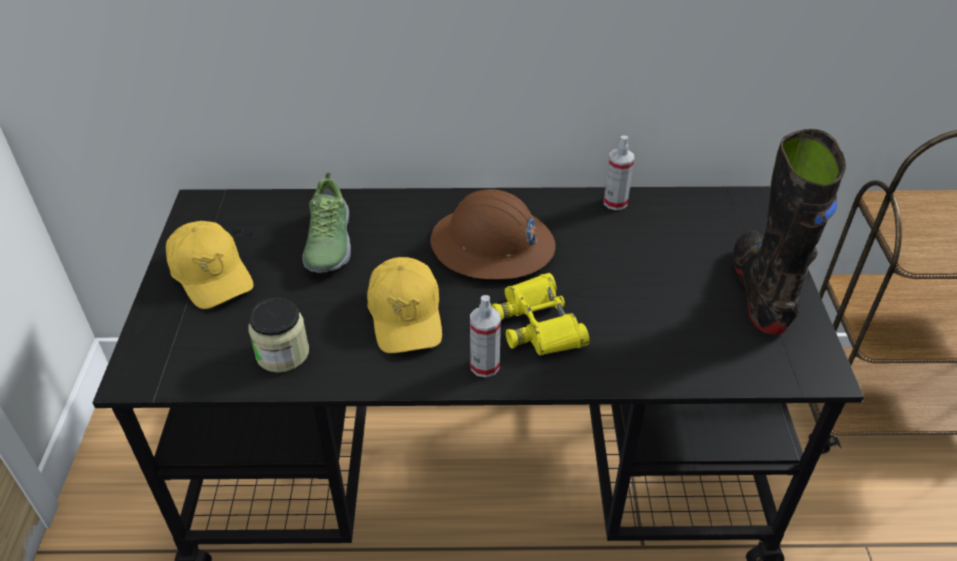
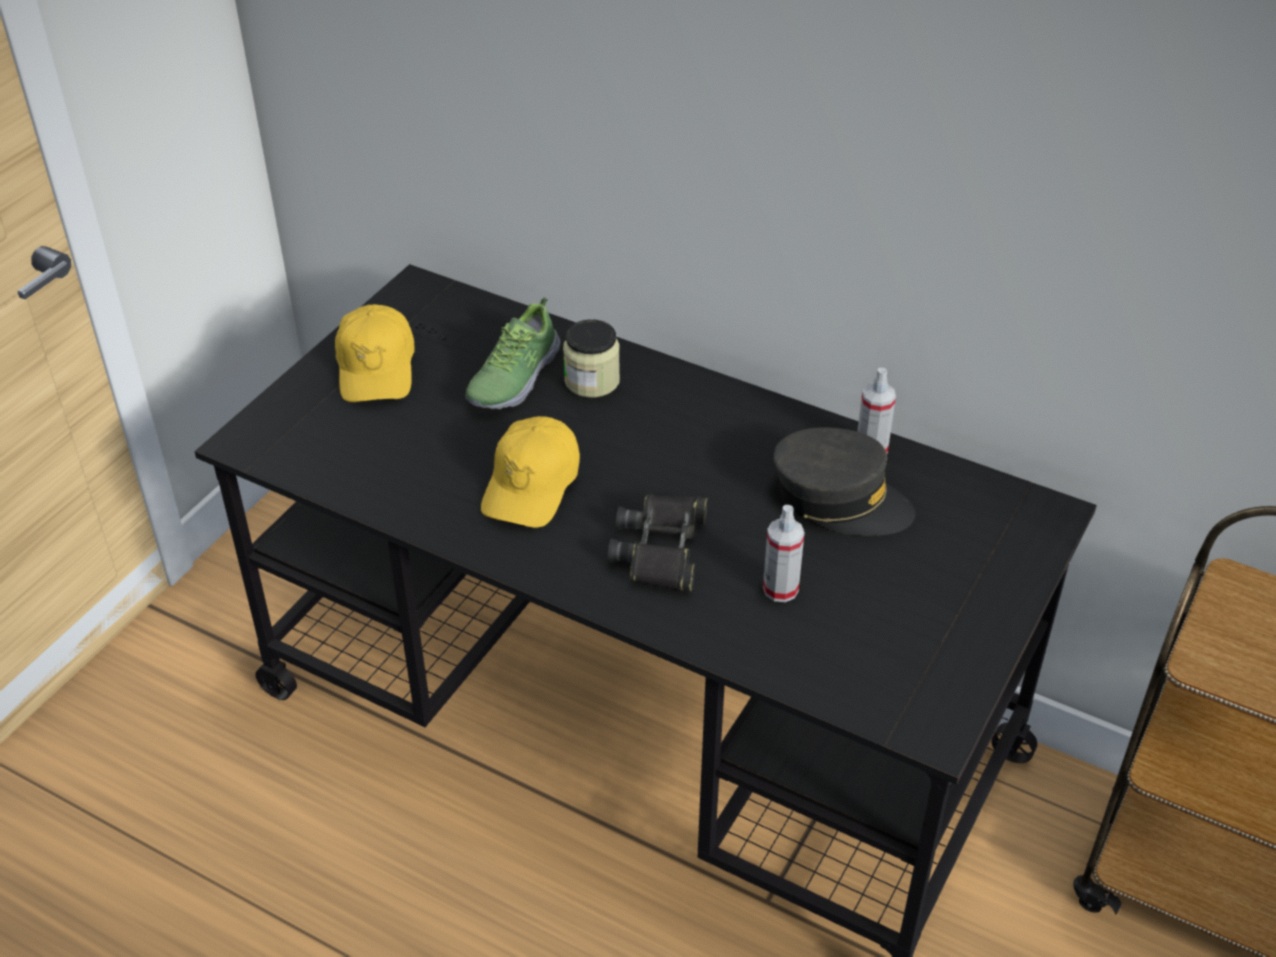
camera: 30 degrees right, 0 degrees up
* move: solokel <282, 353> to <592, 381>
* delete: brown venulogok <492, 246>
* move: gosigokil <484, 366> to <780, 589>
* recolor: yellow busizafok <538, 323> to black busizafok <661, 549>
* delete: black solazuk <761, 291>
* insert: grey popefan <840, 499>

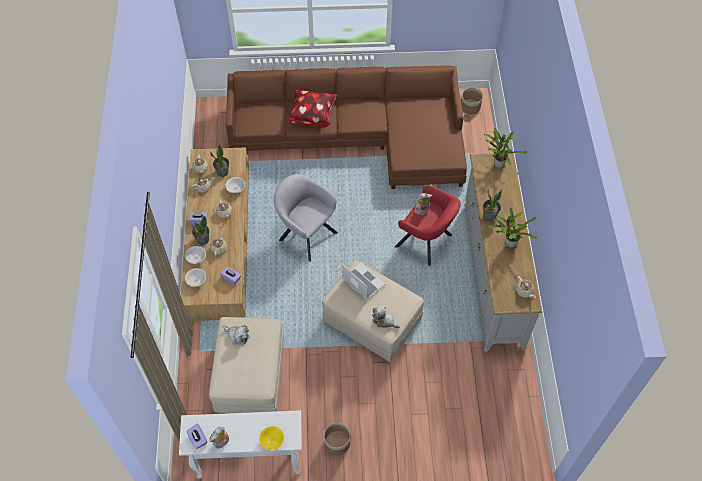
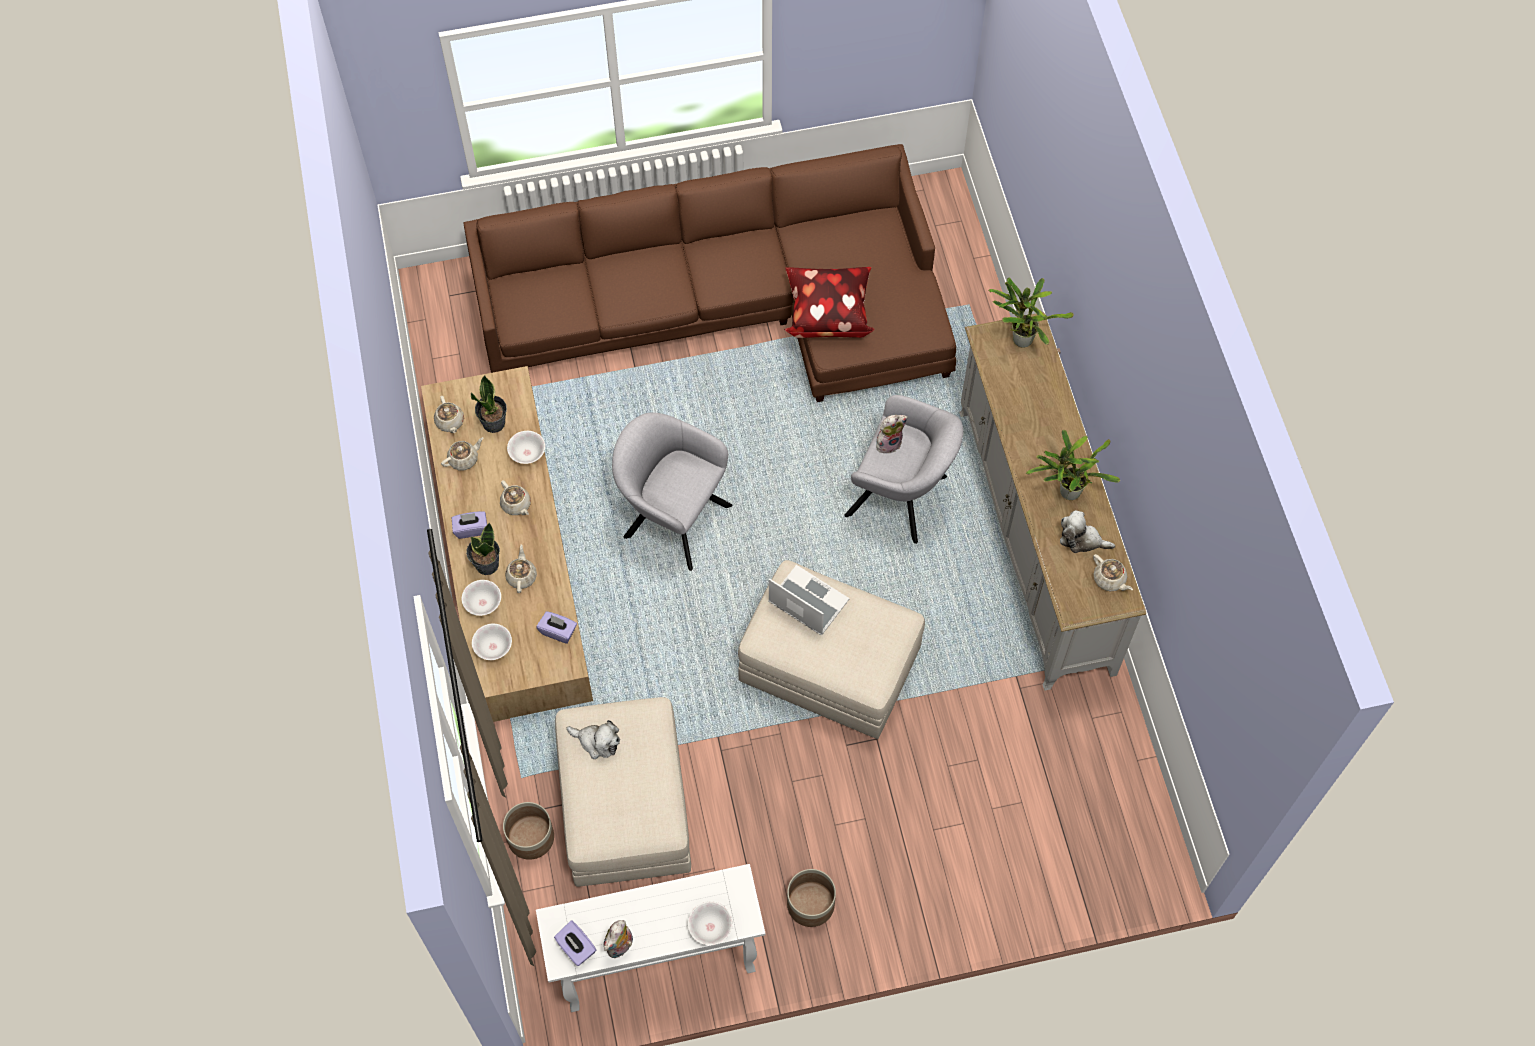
camera: 10 degrees left, 5 degrees up
* recolor: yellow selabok <272, 440> to white selabok <710, 927>
* move: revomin <312, 115> to <827, 314>
* move: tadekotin <384, 321> to <1081, 539>
* recolor: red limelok <426, 242> to grey limelok <902, 499>
* move: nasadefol <470, 107> to <530, 837>
* delete: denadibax <489, 216>

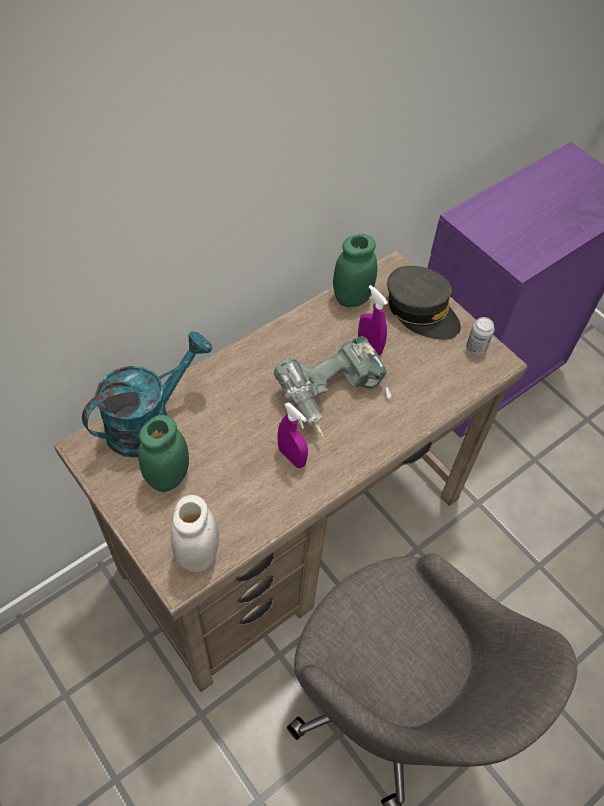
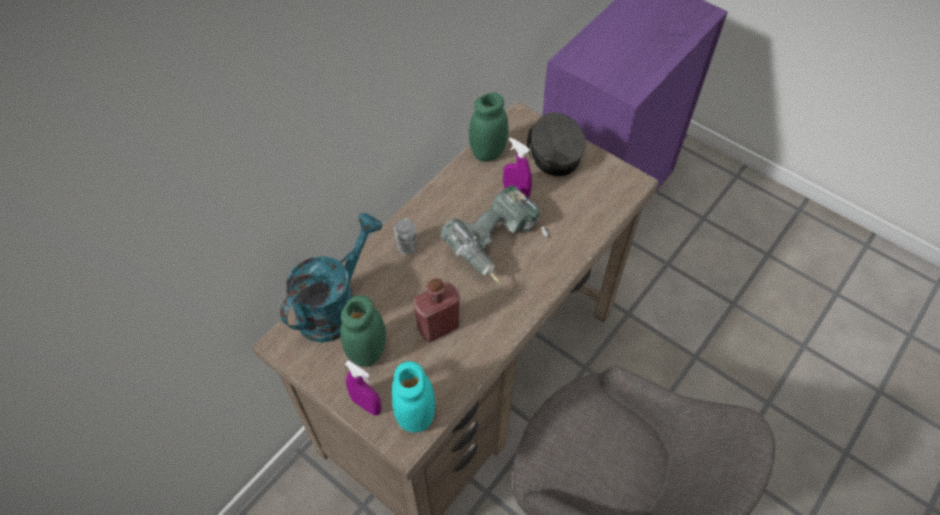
camera: 10 degrees left, 0 degrees up
* recolor: white solokel <198, 554> to turquoise solokel <415, 415>
* move: purple gosigokil <292, 457> to <366, 405>
* rotate: grey popefan <421, 311> = <553, 152> 135 degrees counterclockwise
* move: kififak <476, 348> to <407, 247>
* insert: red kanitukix <438, 326>

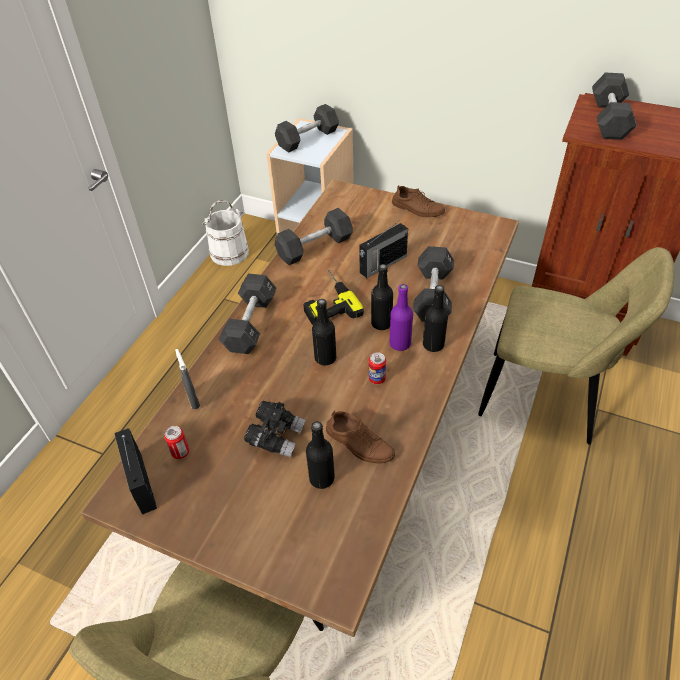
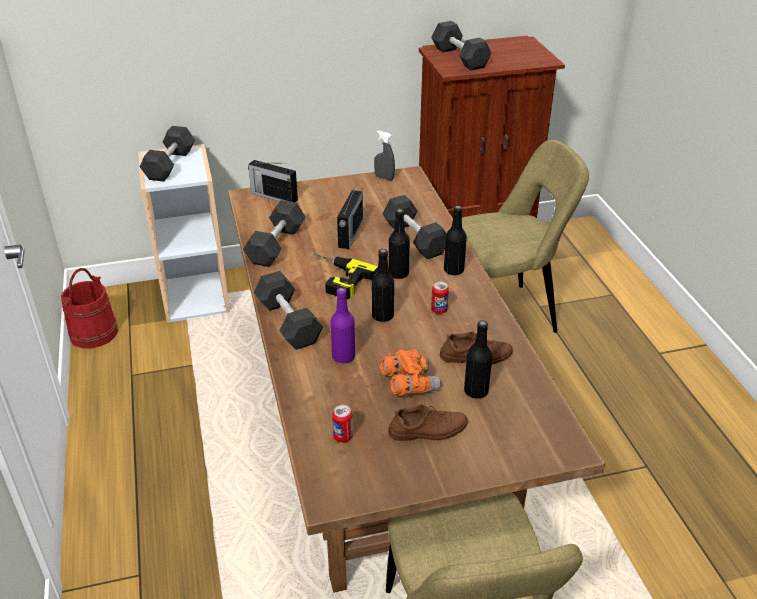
camera: 40 degrees left, 10 degrees down
* move: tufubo <141, 481> to <273, 196>
* move: grey gosigokil <193, 400> to <384, 178>
* recolor: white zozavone <229, 253> to red zozavone <94, 333>
* recolor: black busizafok <276, 436> to orange busizafok <408, 384>
* move: purple kanitukix <400, 344> to <343, 356>
* move: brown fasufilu <417, 209> to <428, 430>

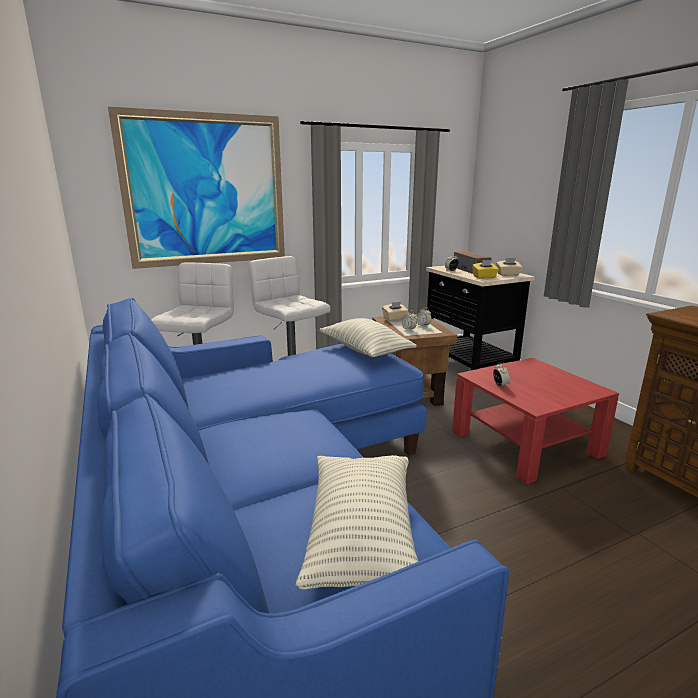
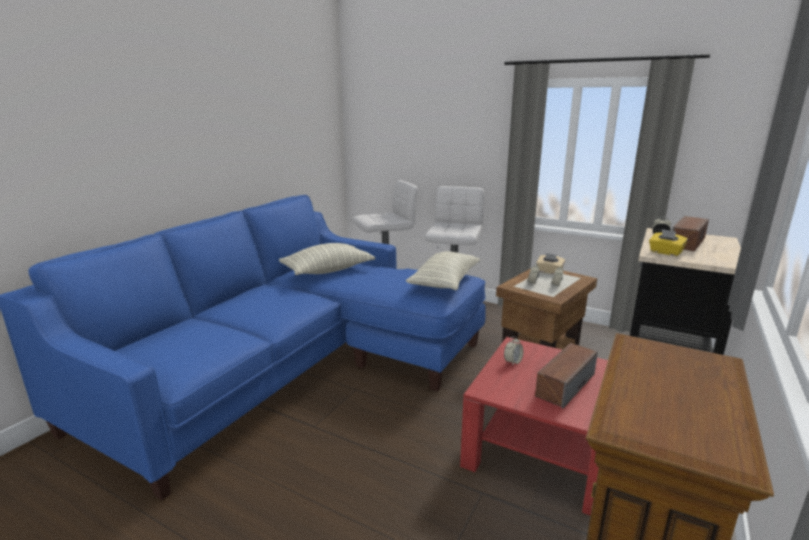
camera: 55 degrees right, 0 degrees up
* delete: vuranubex <206, 191>
* move: revomin <362, 535> to <328, 271>
* delete: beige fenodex <508, 274>
* insert: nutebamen <565, 385>

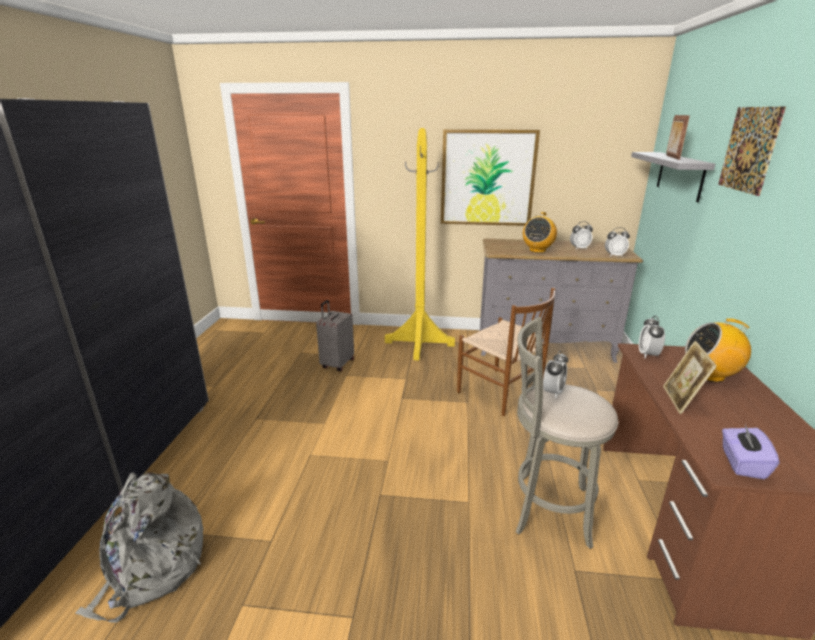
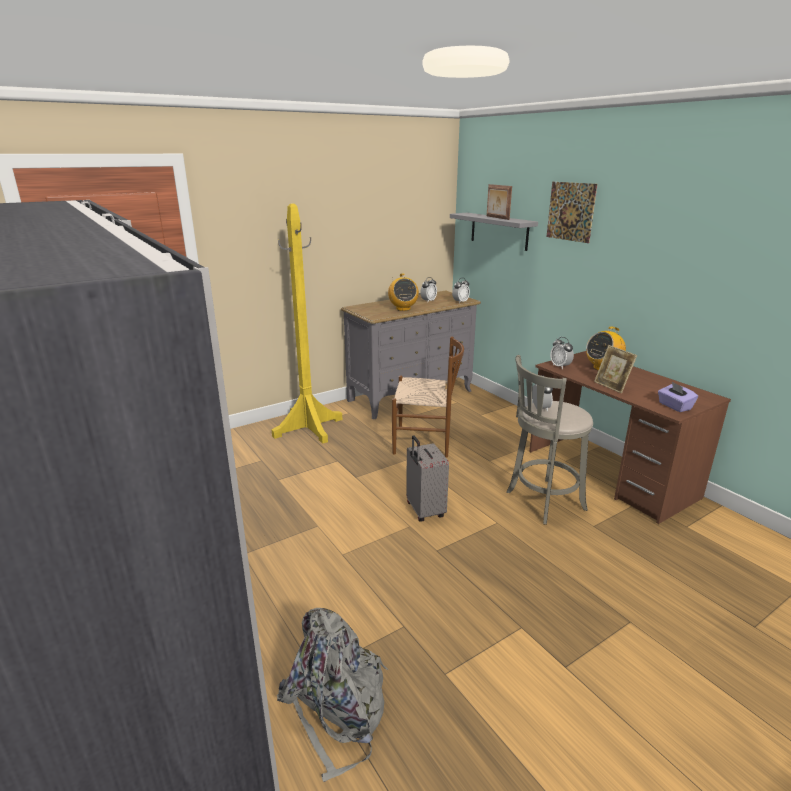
camera: 40 degrees left, 0 degrees up
* move: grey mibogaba <337, 364> to <424, 511>
* delete: vuranubex <487, 178>

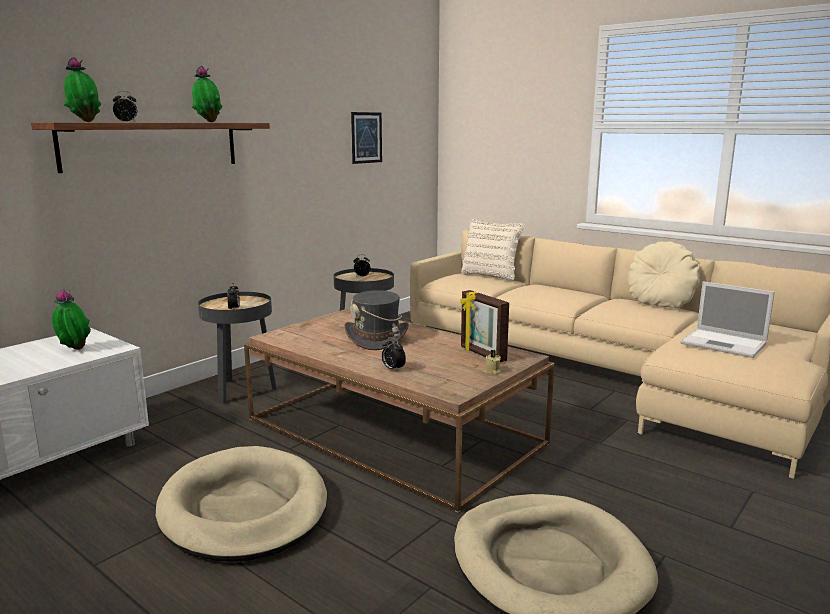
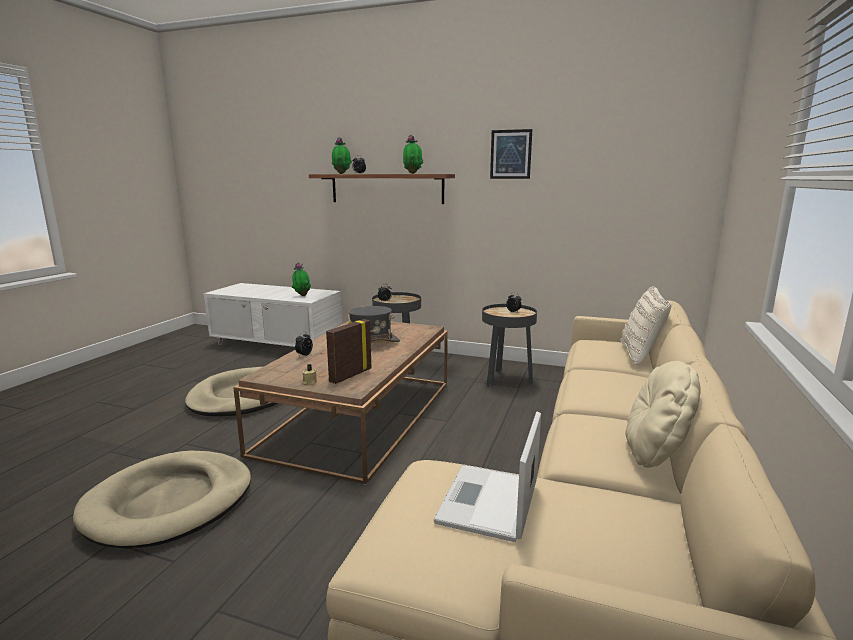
camera: 70 degrees right, 0 degrees up
* move: vuranubex <366, 137> to <510, 154>

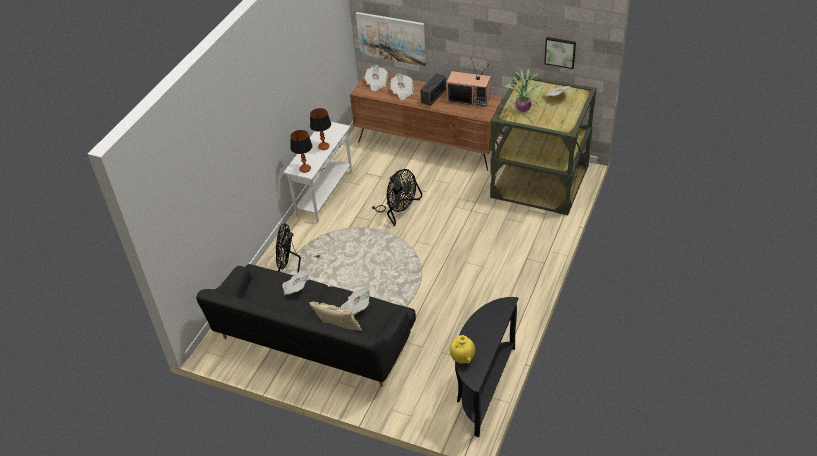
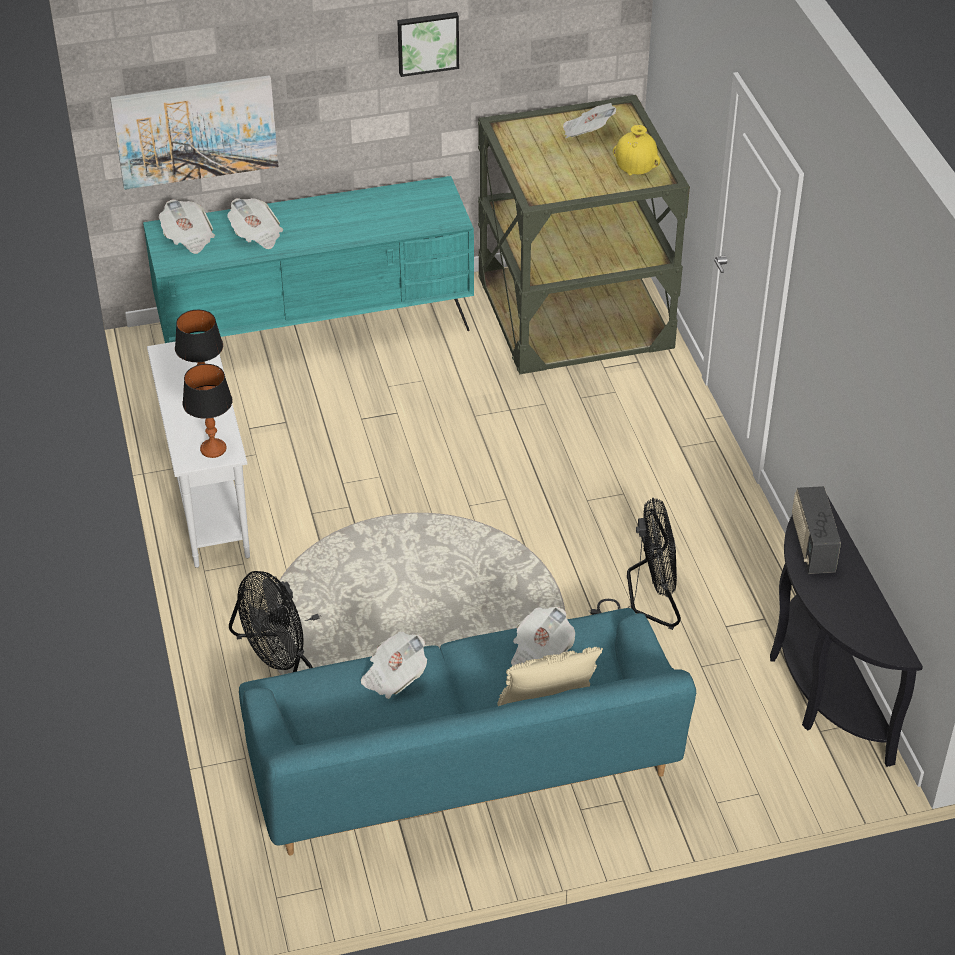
camera: 40 degrees left, 0 degrees up
* recolor: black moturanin <313, 340> to turquoise moturanin <462, 764>
* recolor: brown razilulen <429, 145> to turquoise razilulen <317, 329>
* move: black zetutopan <398, 210> to <645, 594>
* move: tufubo <433, 97> to <812, 546>
* delete: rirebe <469, 98>
* move: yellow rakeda <462, 359> to <635, 172>
* delete: denadibax <523, 109>
* move: vuranubex <560, 52> to <427, 42>

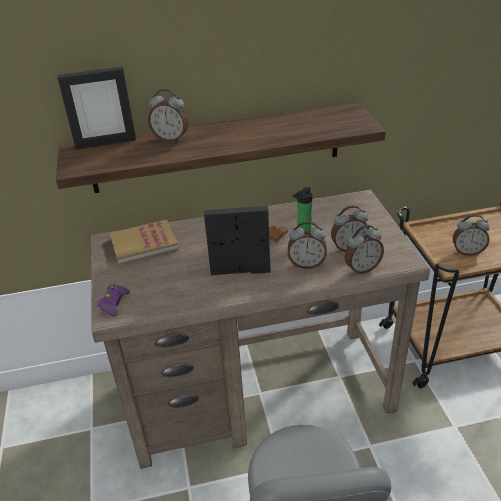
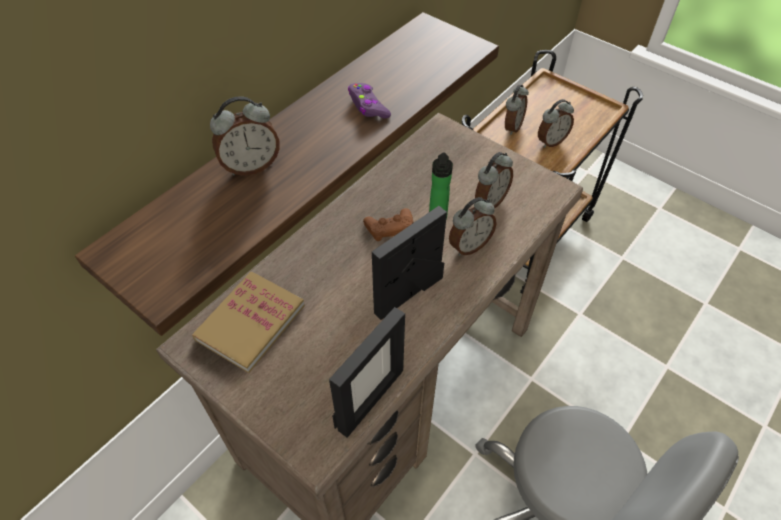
camera: 40 degrees left, 15 degrees up
* move: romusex <106, 142> to <369, 398>
* move: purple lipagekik <114, 303> to <368, 106>
* move: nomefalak <362, 268> to <511, 127>

